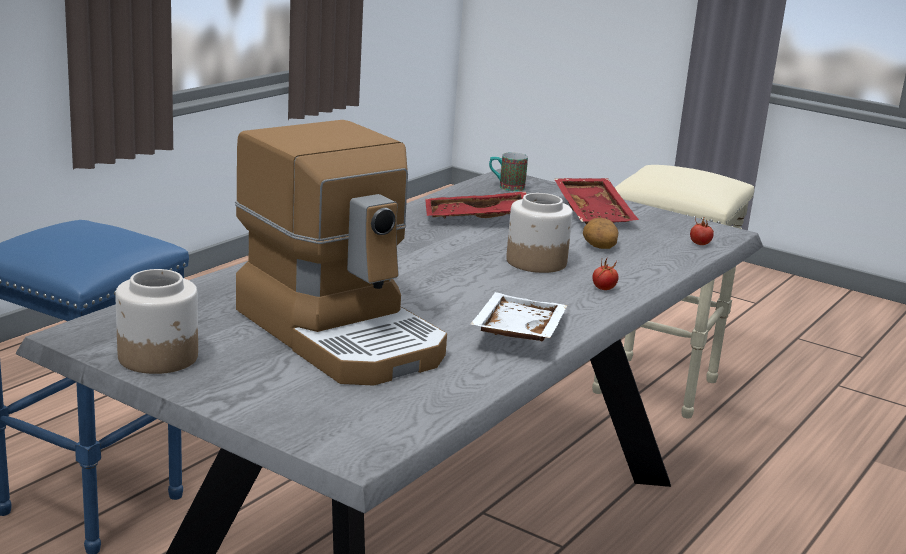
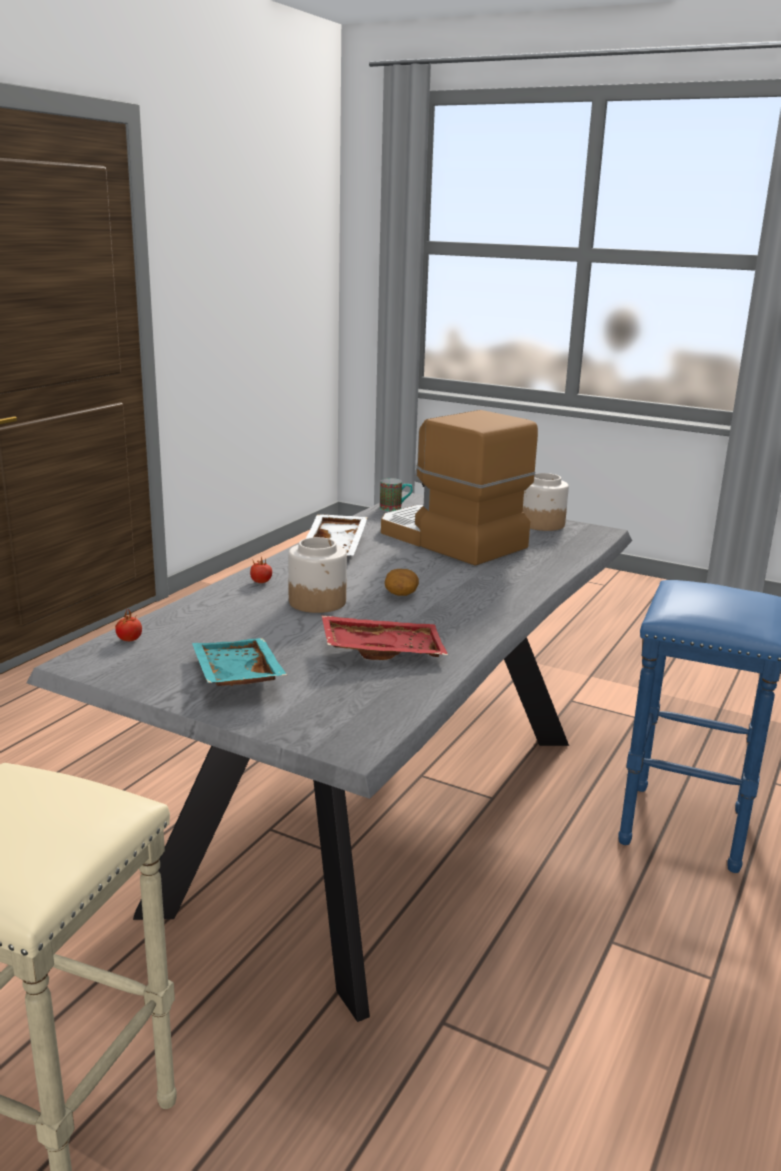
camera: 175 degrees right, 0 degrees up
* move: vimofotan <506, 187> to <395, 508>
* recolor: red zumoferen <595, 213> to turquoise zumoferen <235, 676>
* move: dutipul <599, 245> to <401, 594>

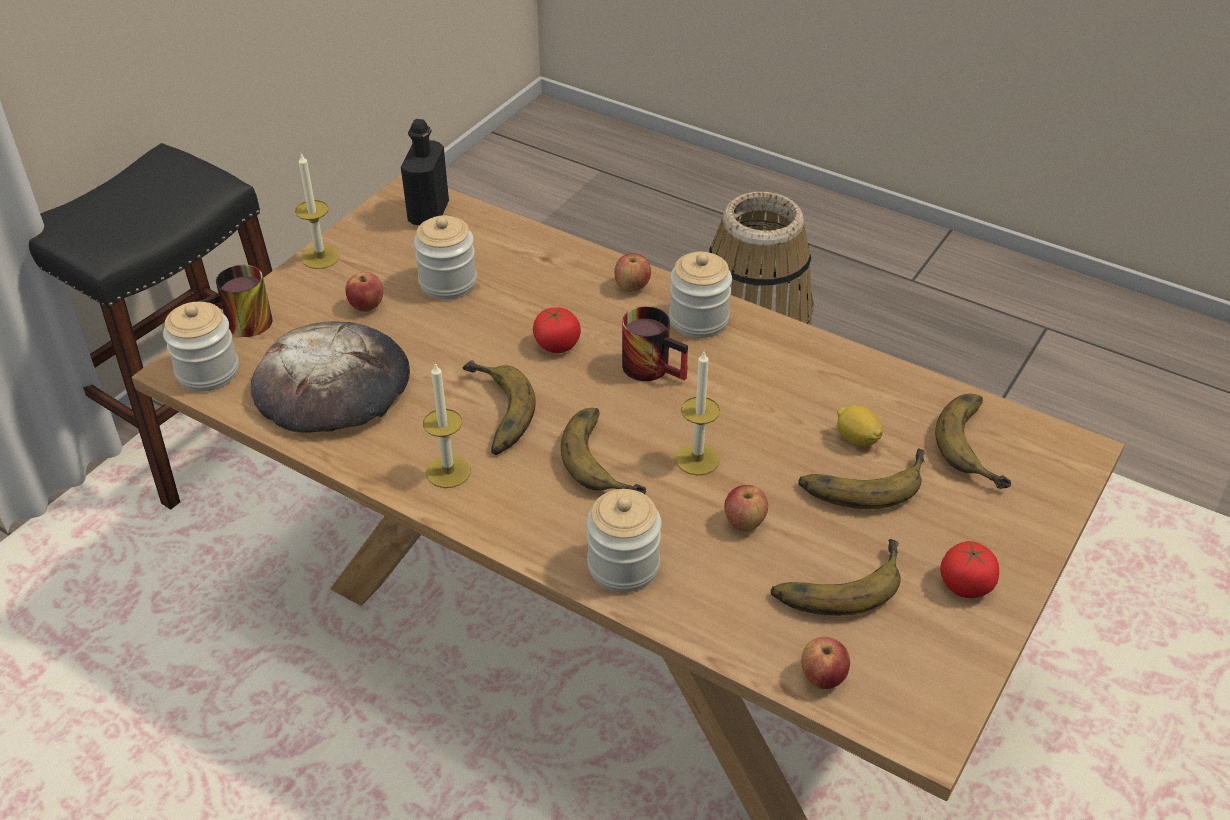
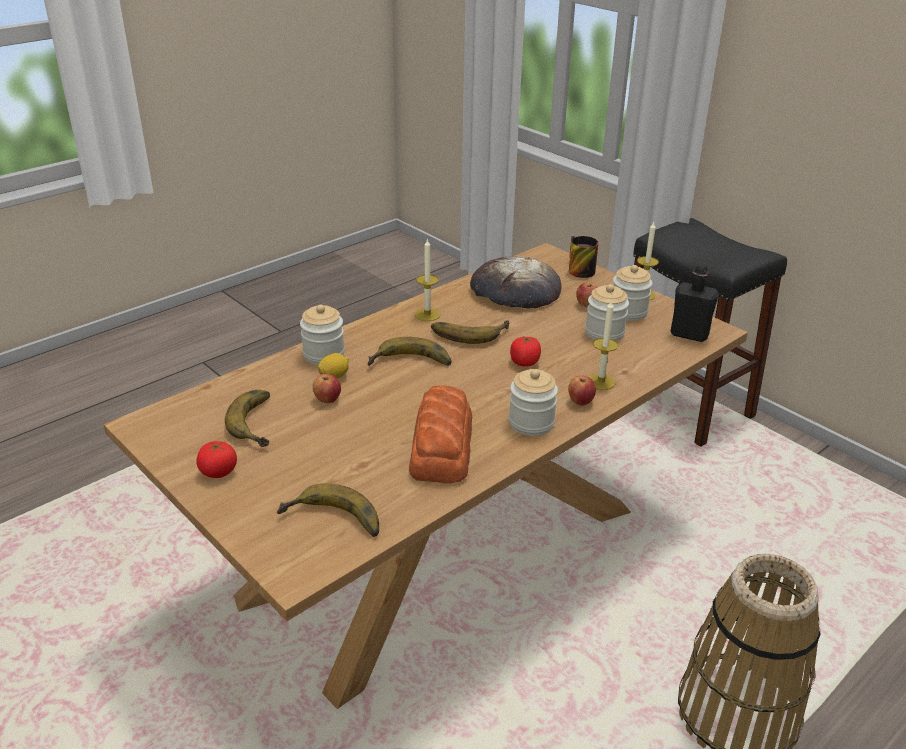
camera: 105 degrees right, 10 degrees down
* move: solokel <208, 372> to <628, 312>
* delete: vimofotan <655, 366>
* move: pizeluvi <697, 459> to <601, 381>
* delete: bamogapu <861, 479>
* delete: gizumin <822, 677>
* move: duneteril <856, 439> to <334, 376>
* insert: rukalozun <442, 446>

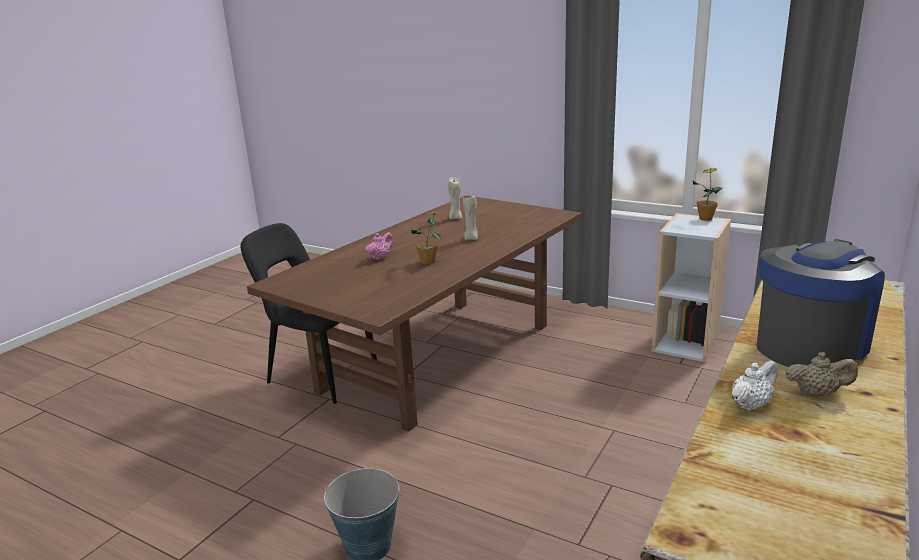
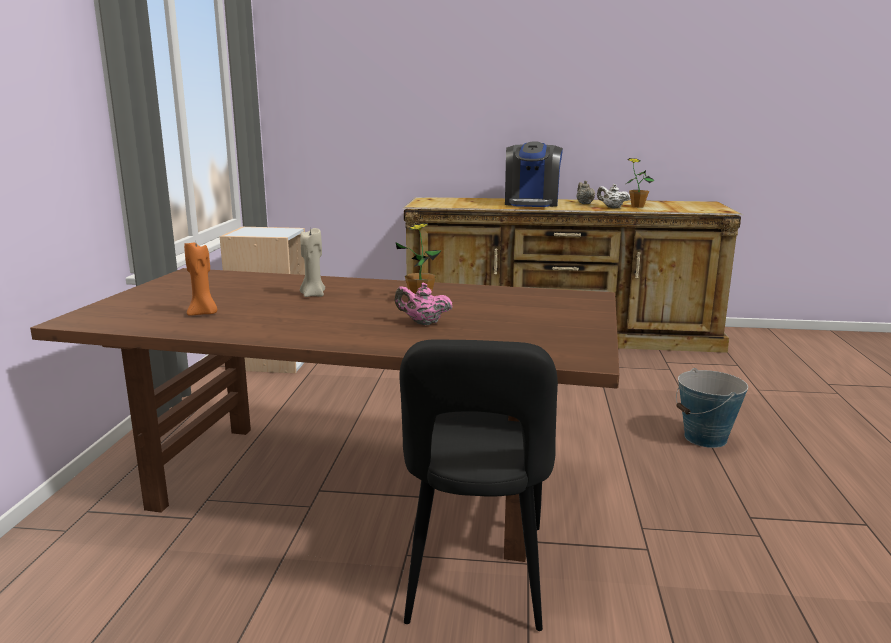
camera: 115 degrees left, 5 degrees down
* recolor: beige pizeluvi <455, 218> to orange pizeluvi <204, 313>
* move: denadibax <705, 218> to <637, 206>
* rotate: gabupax <810, 345> = <531, 203> 105 degrees counterclockwise

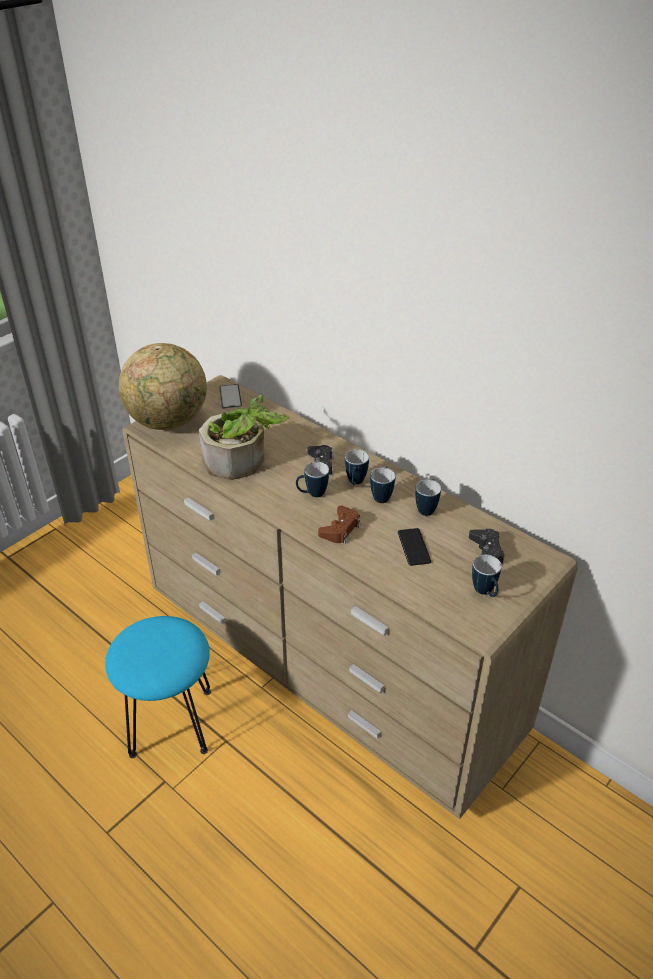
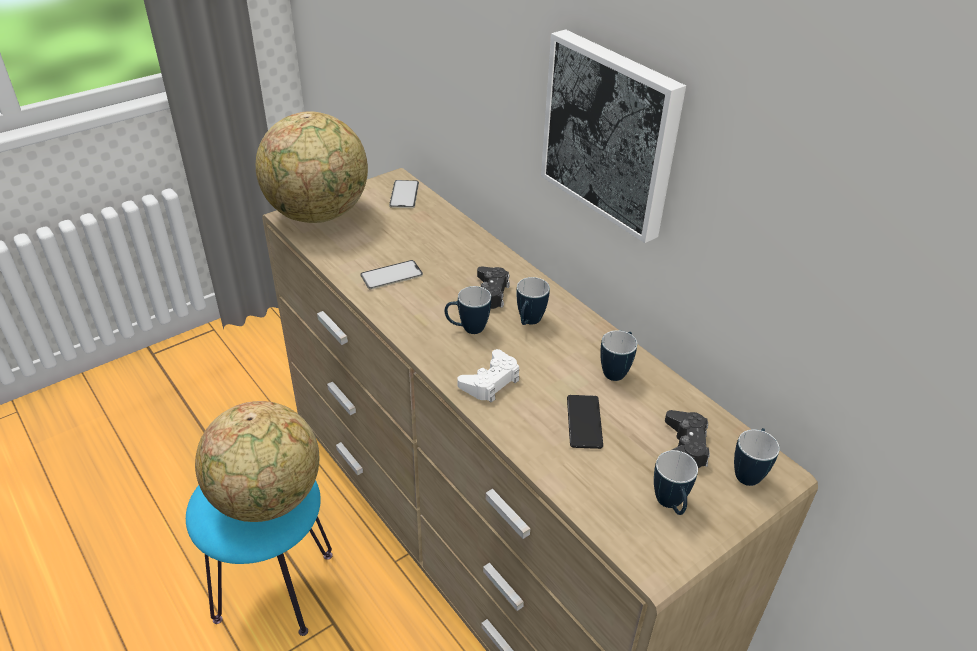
camera: 10 degrees right, 0 degrees up
* replace: denadibax <242, 462> to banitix <391, 275>
* recolor: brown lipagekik <340, 529> to white lipagekik <490, 381>
* move: vimofotan <382, 496> to <748, 472>
* insert: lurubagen <268, 498>
* insert: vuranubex <612, 133>

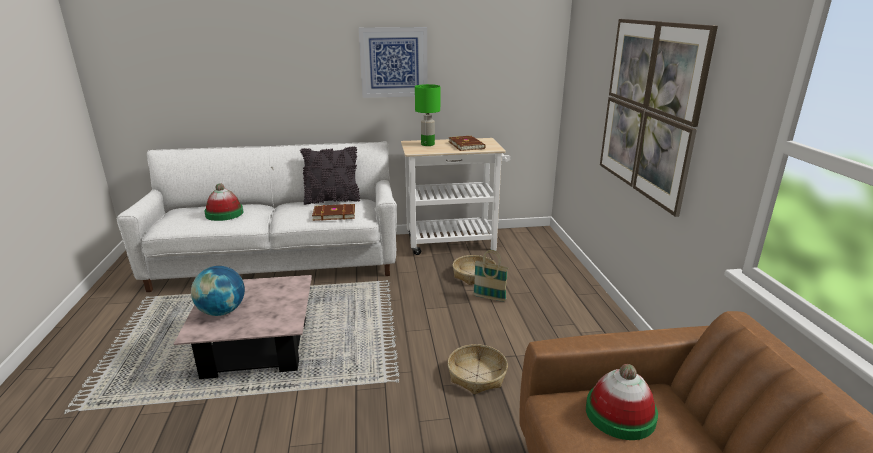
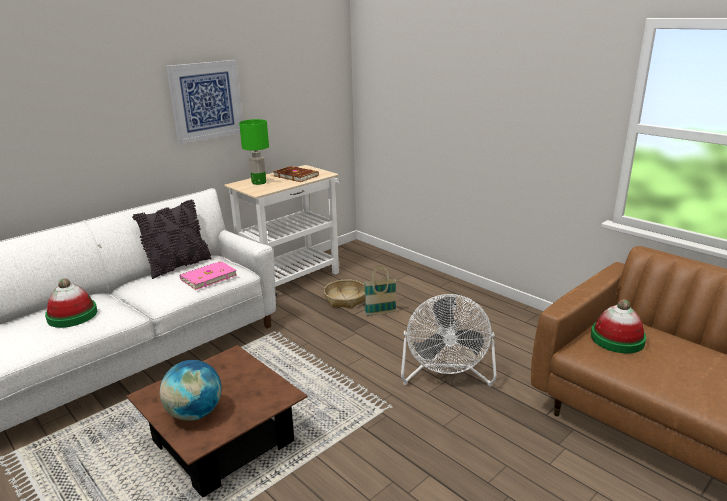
camera: 35 degrees left, 0 degrees up
* recolor: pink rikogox <257, 347> to brown rikogox <223, 441>
* recolor: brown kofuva <334, 214> to pink kofuva <208, 277>
* replace: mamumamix <477, 375> to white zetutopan <443, 374>
* delete: vuranubex <649, 109>

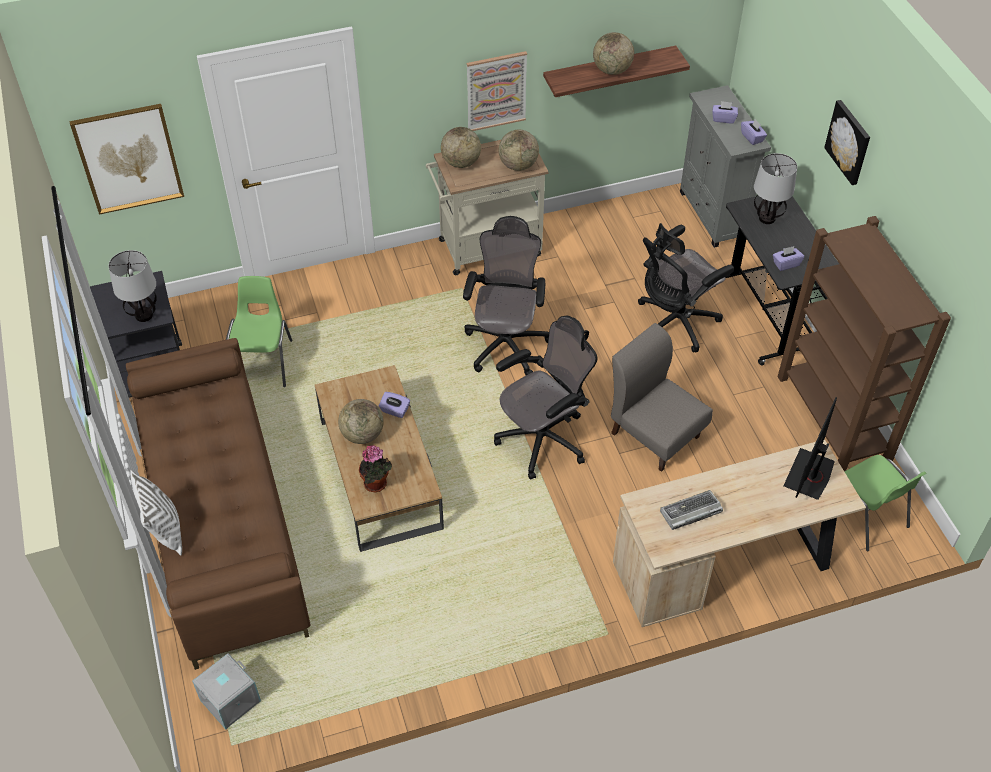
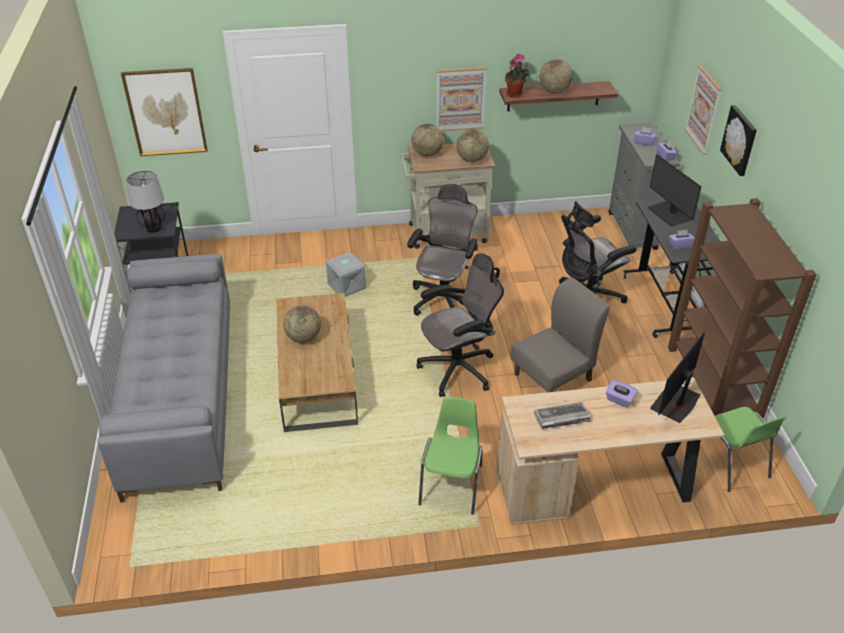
camera: 10 degrees right, 10 degrees down
* recolor: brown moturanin <222, 522> to grey moturanin <180, 395>
* delete: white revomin <165, 530>
* move: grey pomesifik <230, 701> to <347, 287>
* move: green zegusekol <263, 361> to <452, 484>
* move: denadibax <377, 484> to <515, 94>
* move: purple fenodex <394, 410> to <619, 400>
* rotate: grey zegusekol <654, 434> = <553, 377> 90 degrees clockwise
* replace: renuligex <767, 218> to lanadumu <670, 214>
* insert: vuranubex <703, 109>

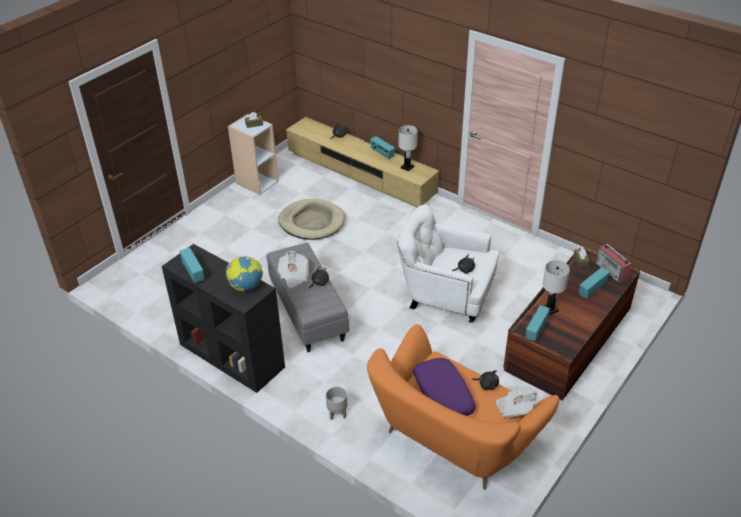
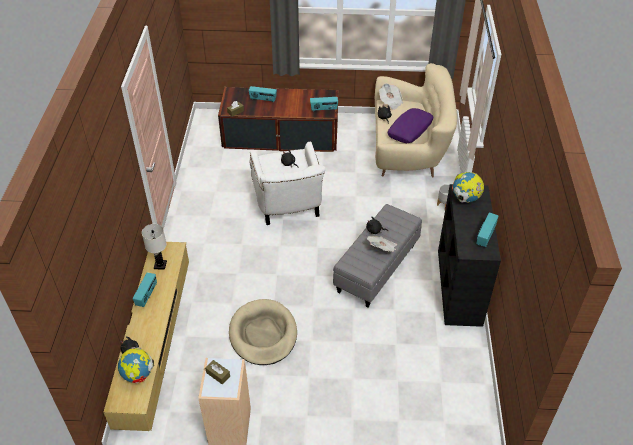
camera: 125 degrees left, 5 degrees up
* recolor: orange moturanin <453, 438> to beige moturanin <409, 150>
* delete: white renuligex <550, 309>
* delete: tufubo <612, 271>
* insert: lurubagen <138, 375>

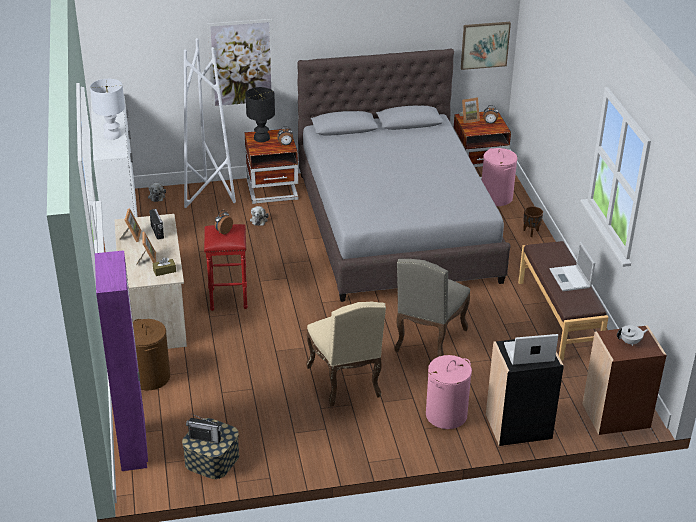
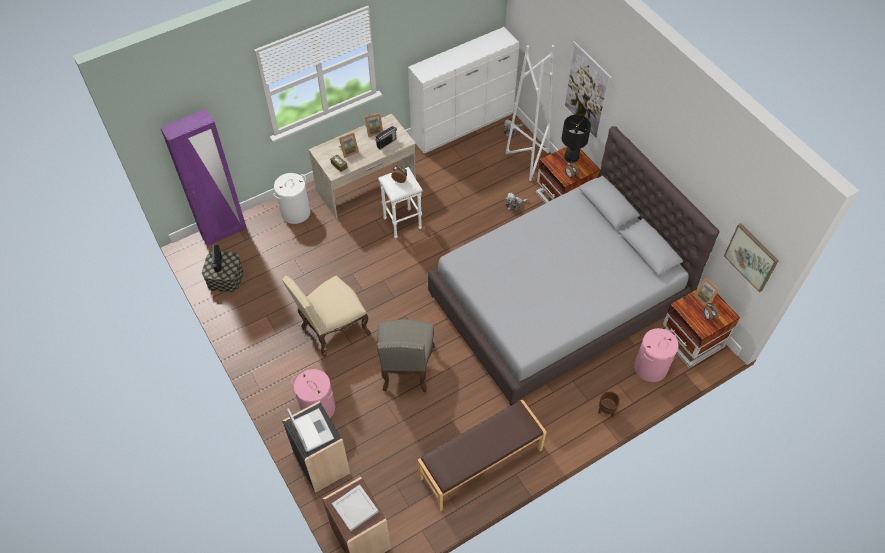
camera: 70 degrees right, 20 degrees up
* delete: white renuligex <111, 135>
* recolor: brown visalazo <150, 377> to white visalazo <295, 212>
* recolor: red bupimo <229, 299> to white bupimo <402, 224>
* rotate: grey zegusekol <427, 340> = <405, 369> 90 degrees counterclockwise
* delete: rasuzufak <570, 279>
* replace: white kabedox <630, 342> to white zumoferen <355, 509>

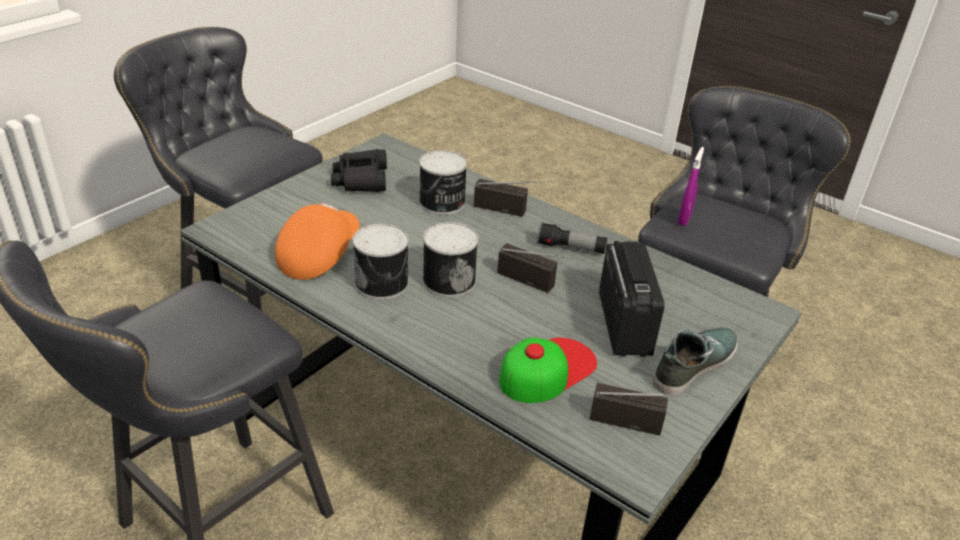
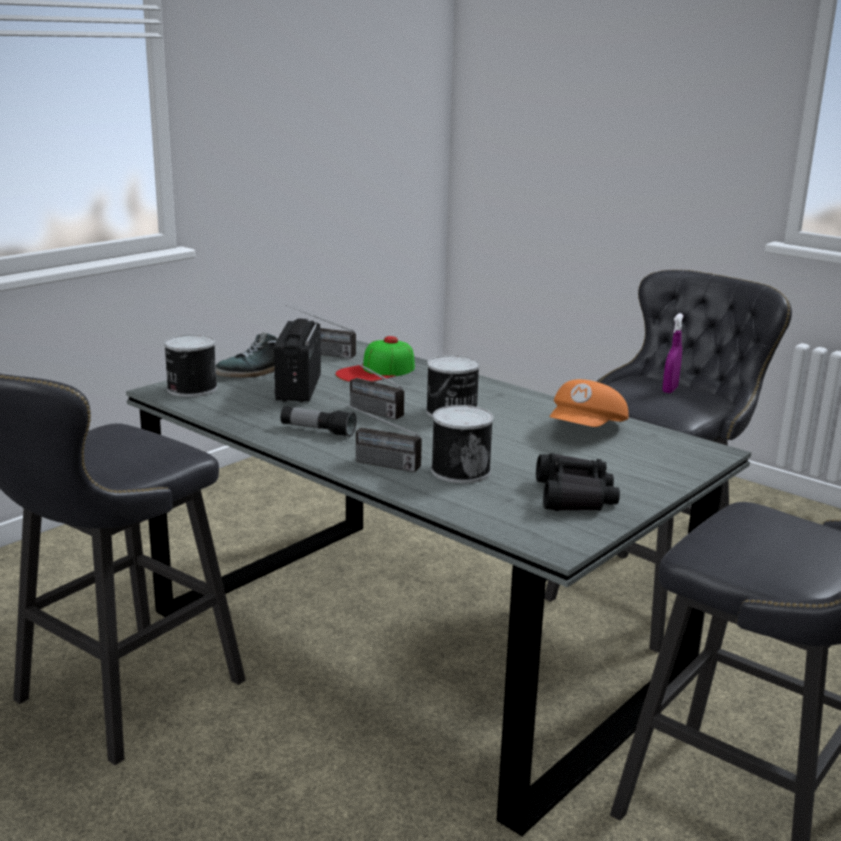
camera: 175 degrees left, 15 degrees down
* move: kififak <383, 283> to <190, 389>
* move: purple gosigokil <684, 219> to <670, 390>

